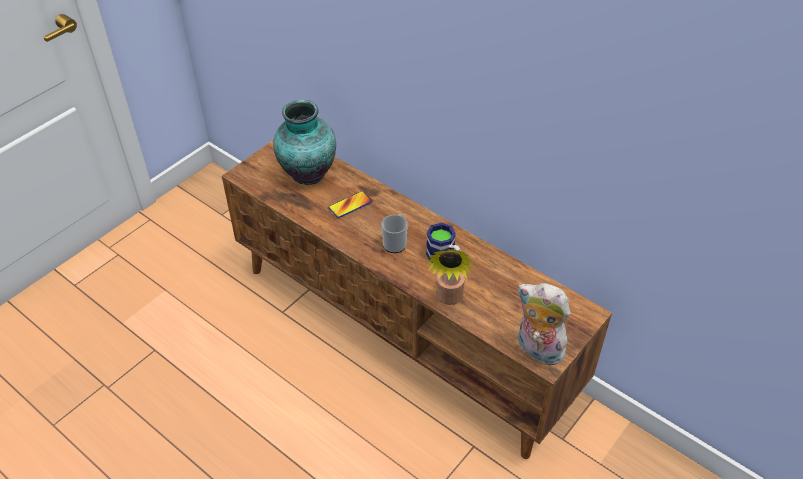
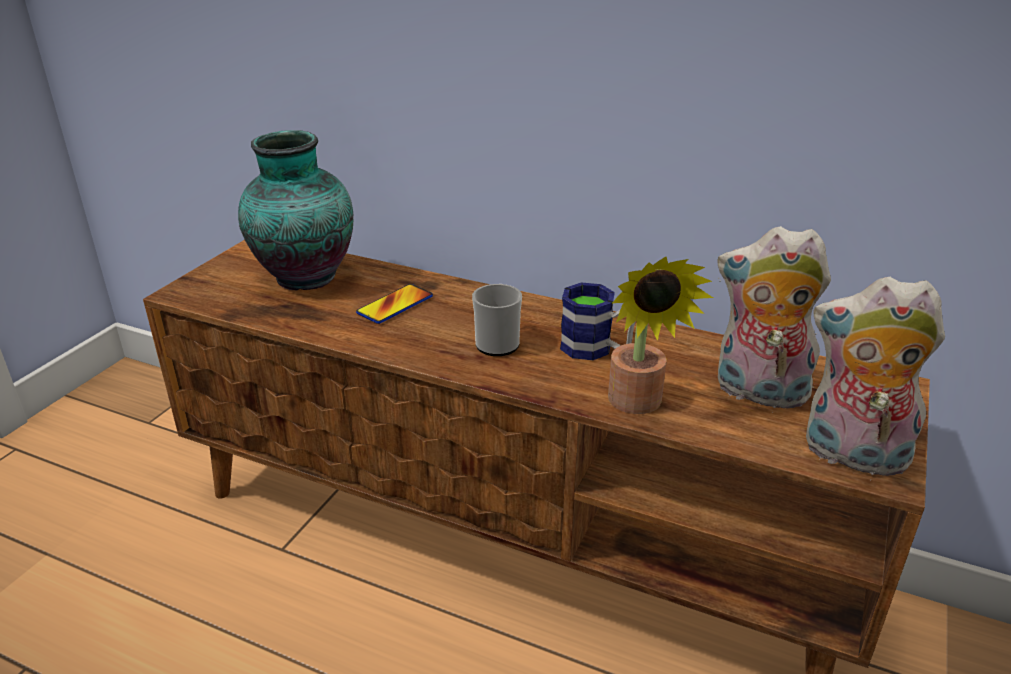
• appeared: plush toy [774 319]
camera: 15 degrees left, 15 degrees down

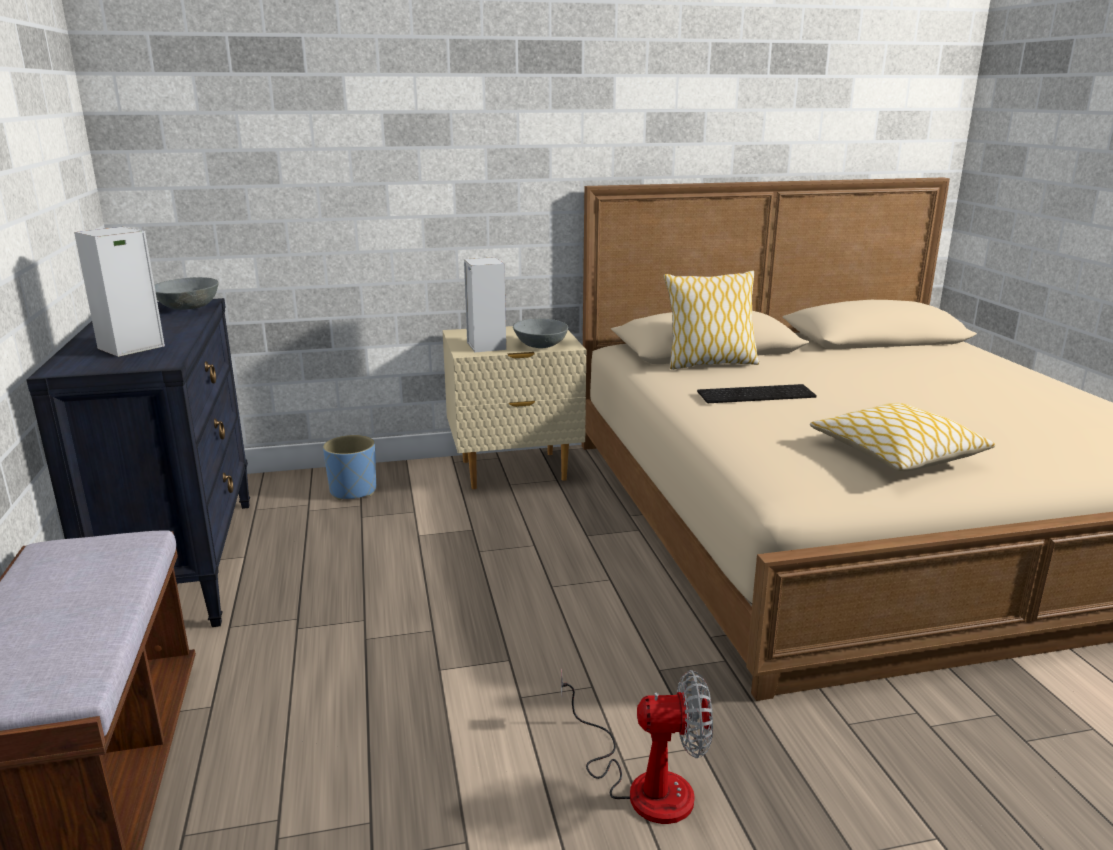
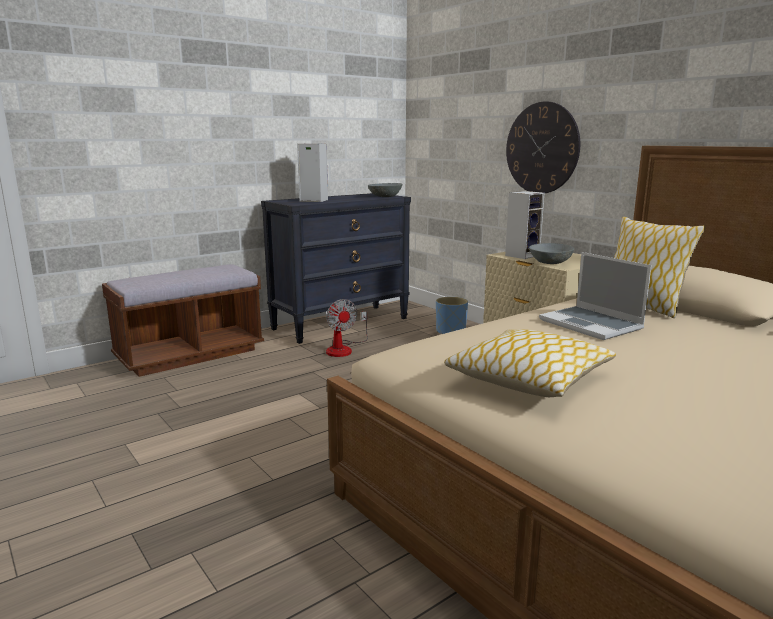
• exchanged: keyboard [757 393] to laptop [595 296]
• relocated: fan [637 746] to [347 328]
• appeared: wall clock [543 147]
camera: 65 degrees right, 5 degrees down

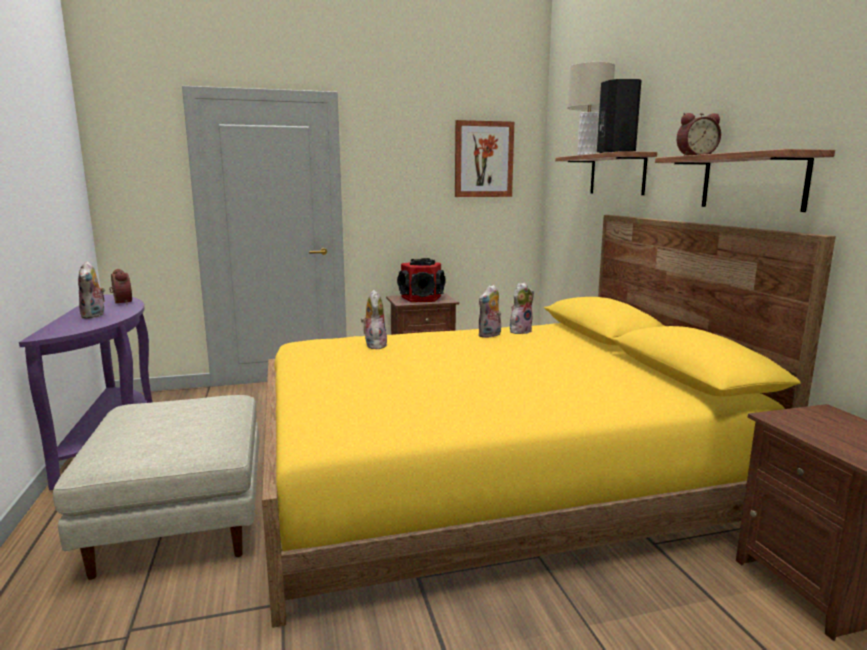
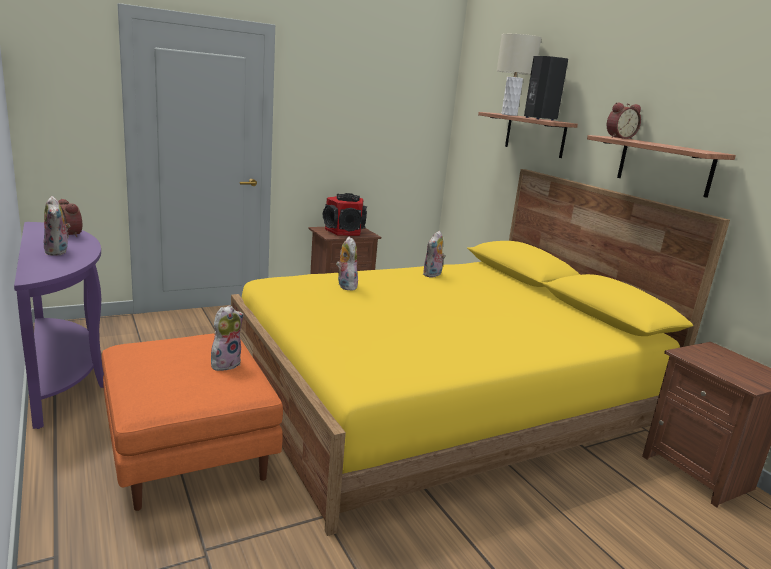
• missing: picture [484 158]
• relocated: plush toy [522 308] to [227 338]
• colour: ottoman (beige) [156 487] to ottoman (orange) [192 422]
camera: 15 degrees left, 5 degrees up

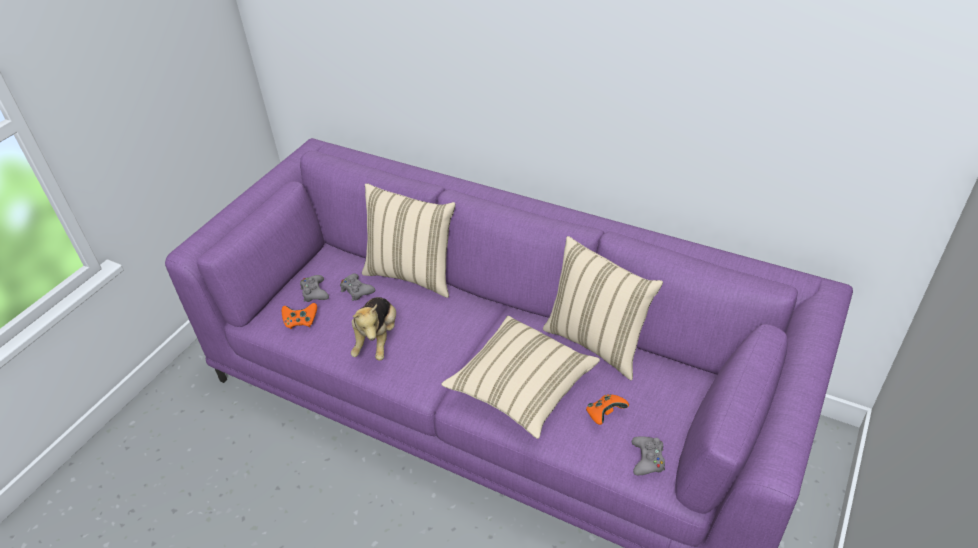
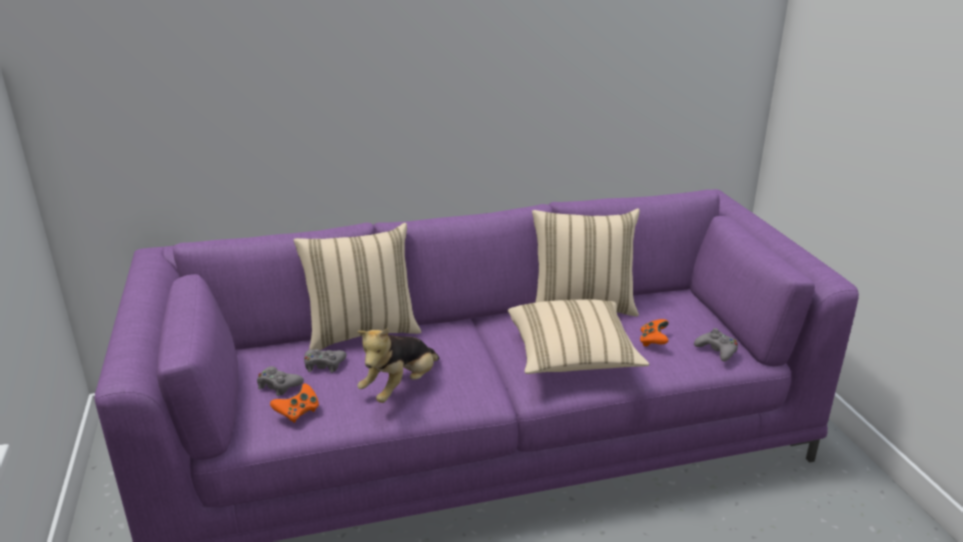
• spun: plush toy [373 329] = [398 365] 75 degrees clockwise
camera: 45 degrees left, 15 degrees down

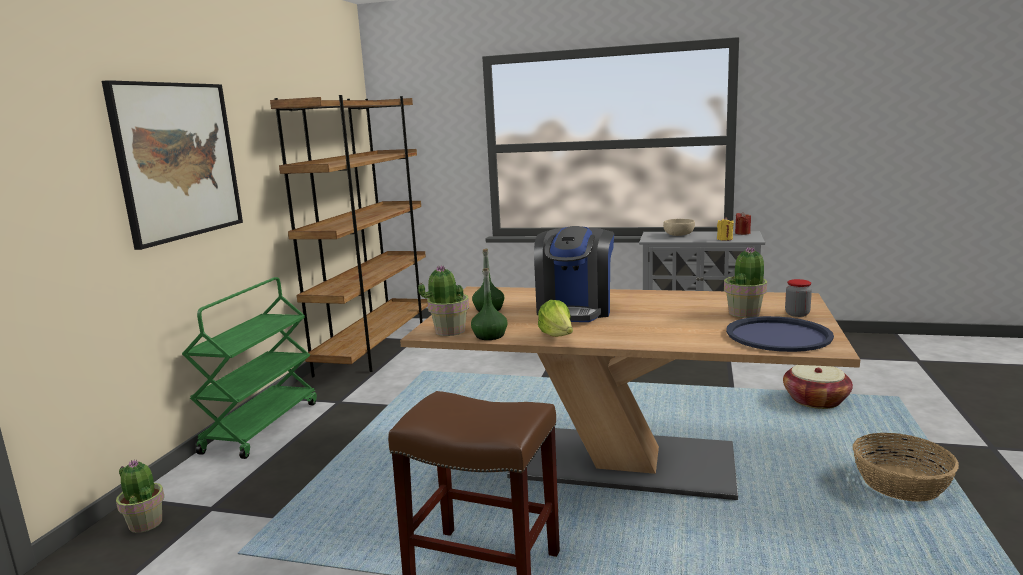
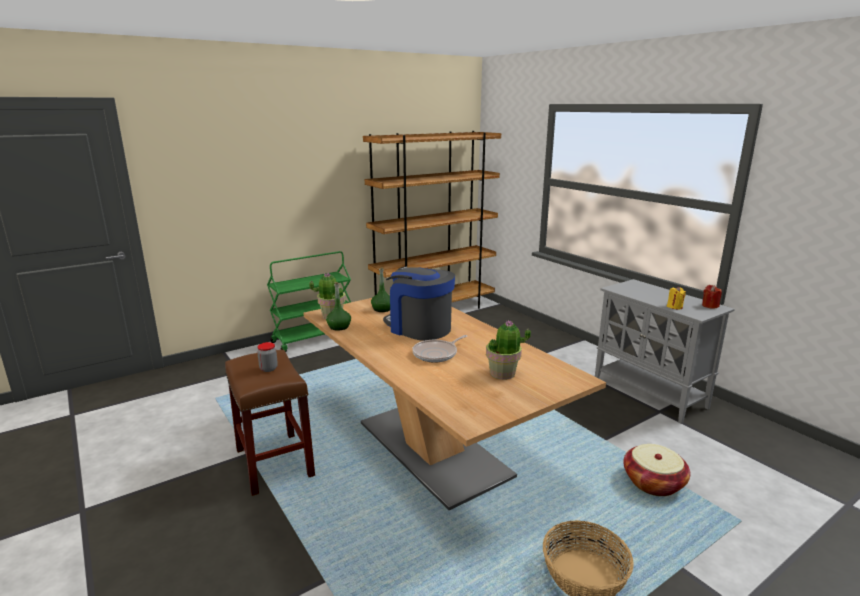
• missing: picture [172 165]
• missing: bowl (beige) [679 227]
• spun: coffee machine [574 274] = [419 304] 75 degrees clockwise
• relocated: jar [798 298] to [267 357]
• missing: lettuce [555 318]
• missing: tray (blue) [780 334]
• missing: potted plant [140 496]
• appeared: frying pan [439 348]
camera: 40 degrees right, 5 degrees up

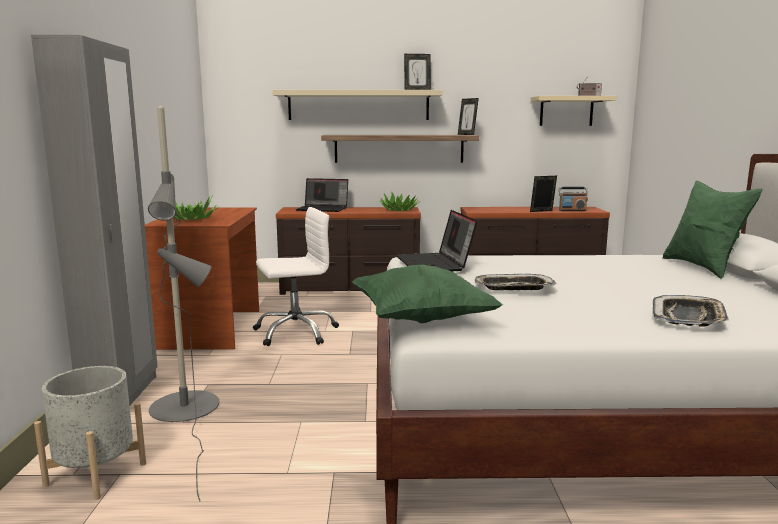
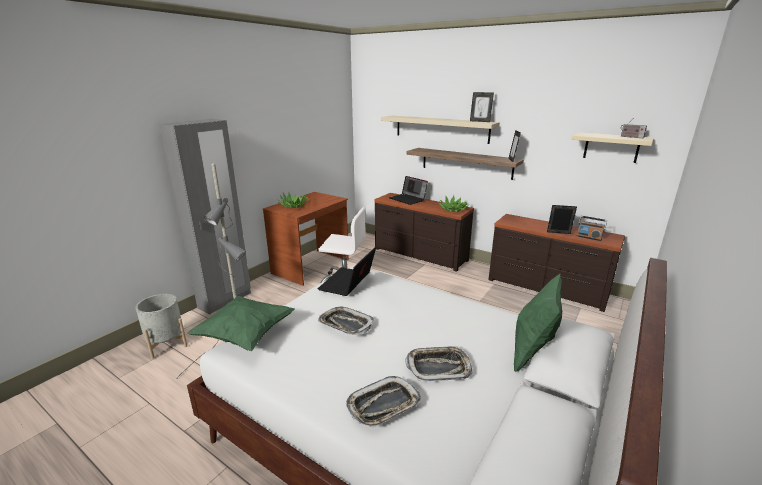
• appeared: tray [438 363]
camera: 35 degrees right, 10 degrees up

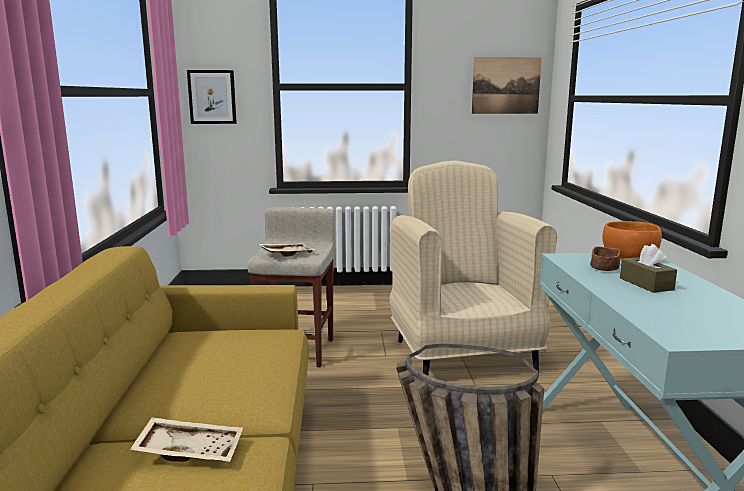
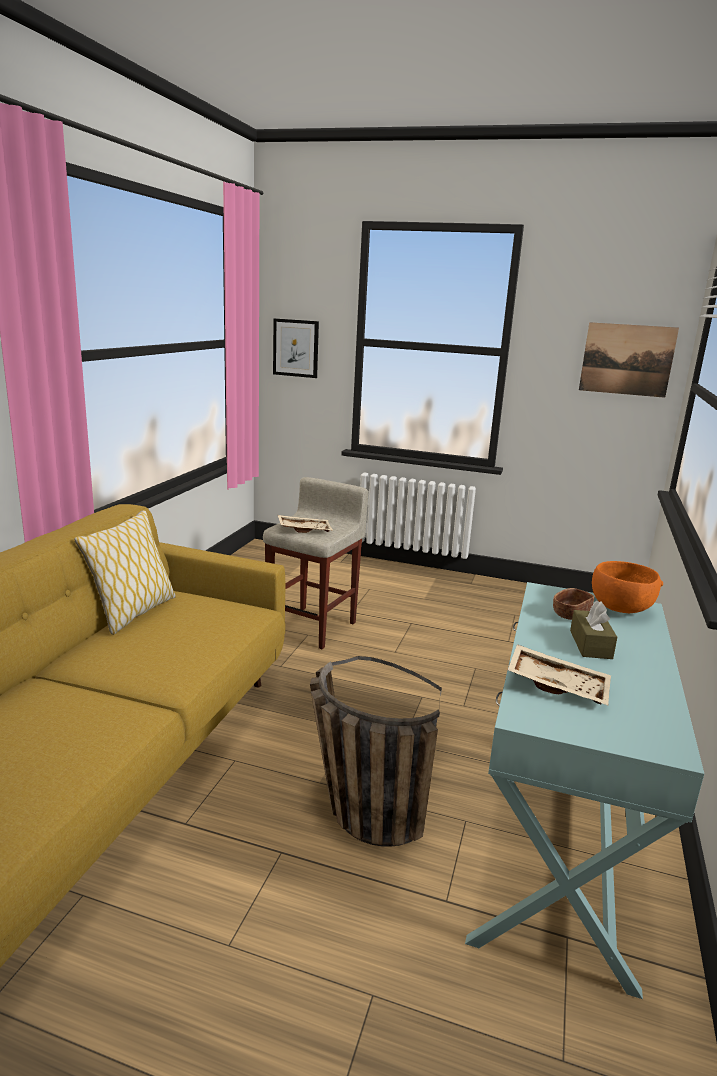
• missing: armchair (beige) [473 268]
• relocated: tray (beige) [186 439] to [559 674]
• appeared: pillow [125 572]
camera: 20 degrees right, 5 degrees up

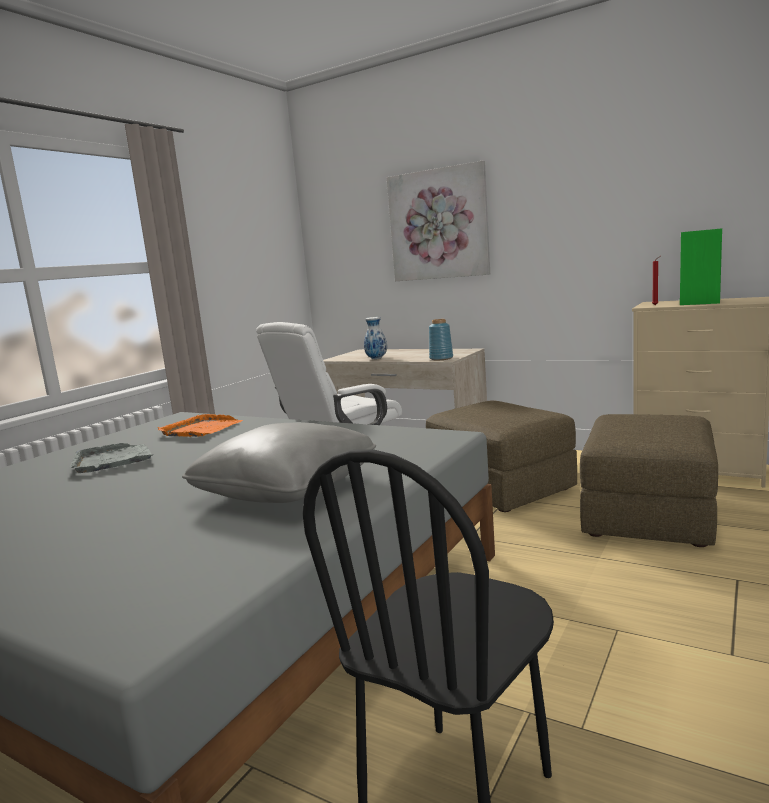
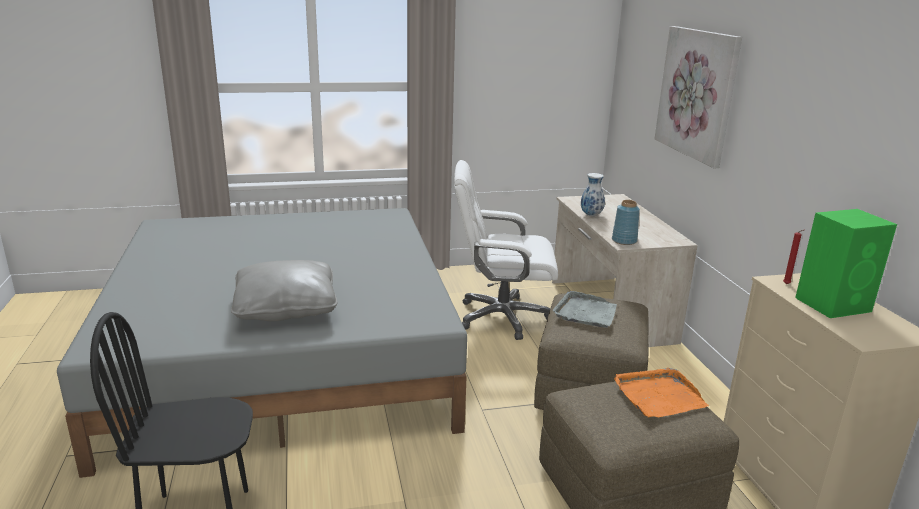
• relocated: tray (orange) [200 425] to [661 393]
• relocated: tray (grey) [111 458] to [585 309]
camera: 45 degrees right, 10 degrees up

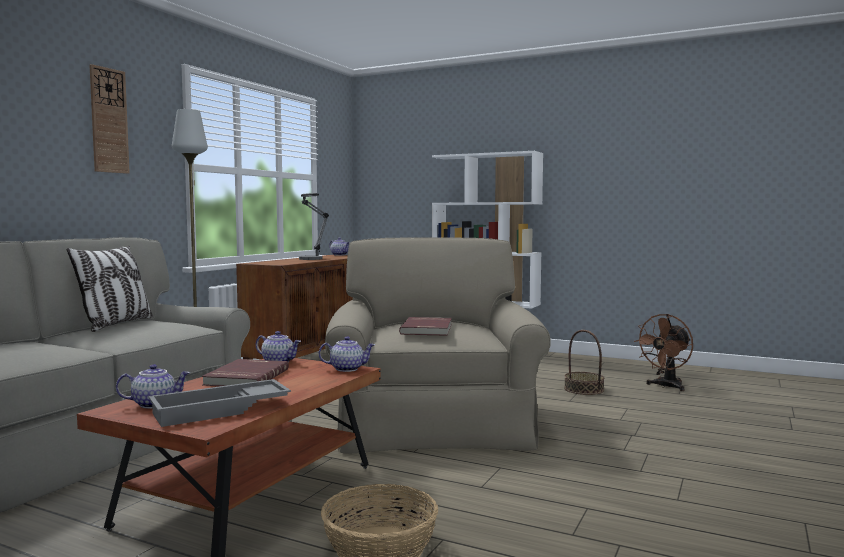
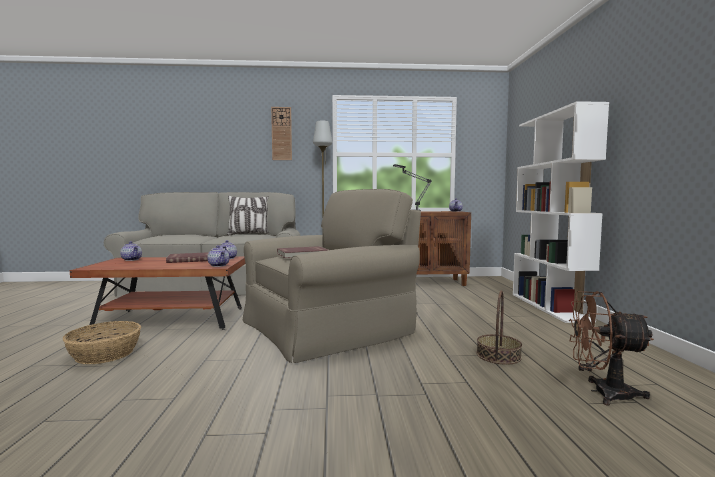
• missing: tray (grey) [219 403]
camera: 60 degrees right, 0 degrees up

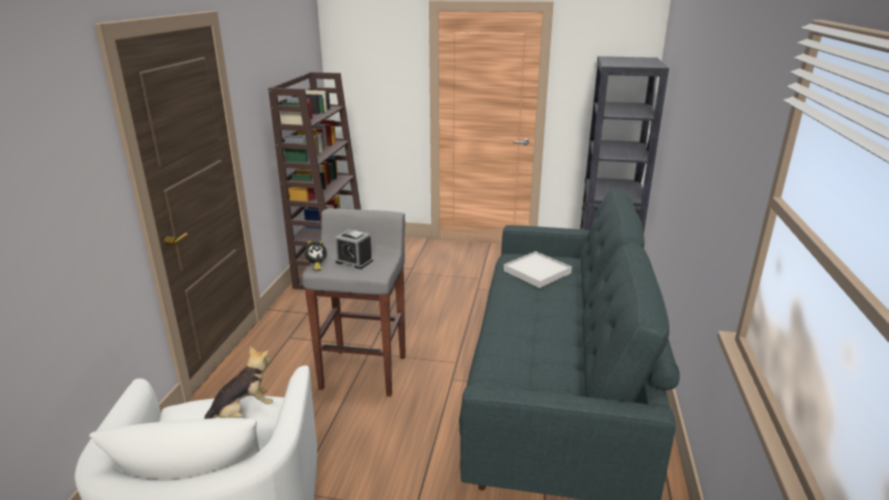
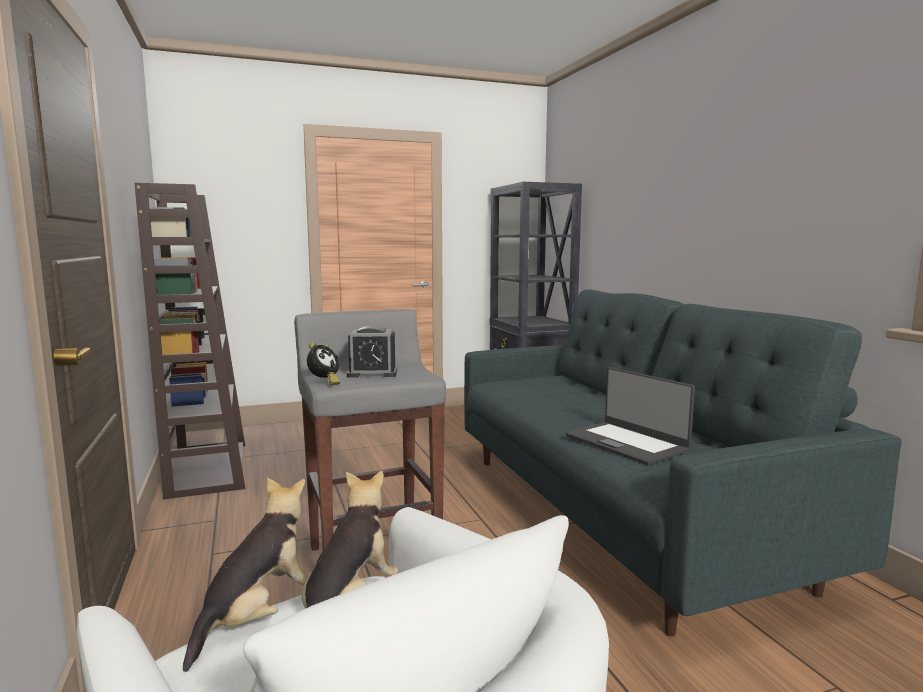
• missing: tray (white) [538 269]
• appeared: laptop [630 416]
• appeared: plush toy [245 575]
camera: 30 degrees left, 15 degrees down

